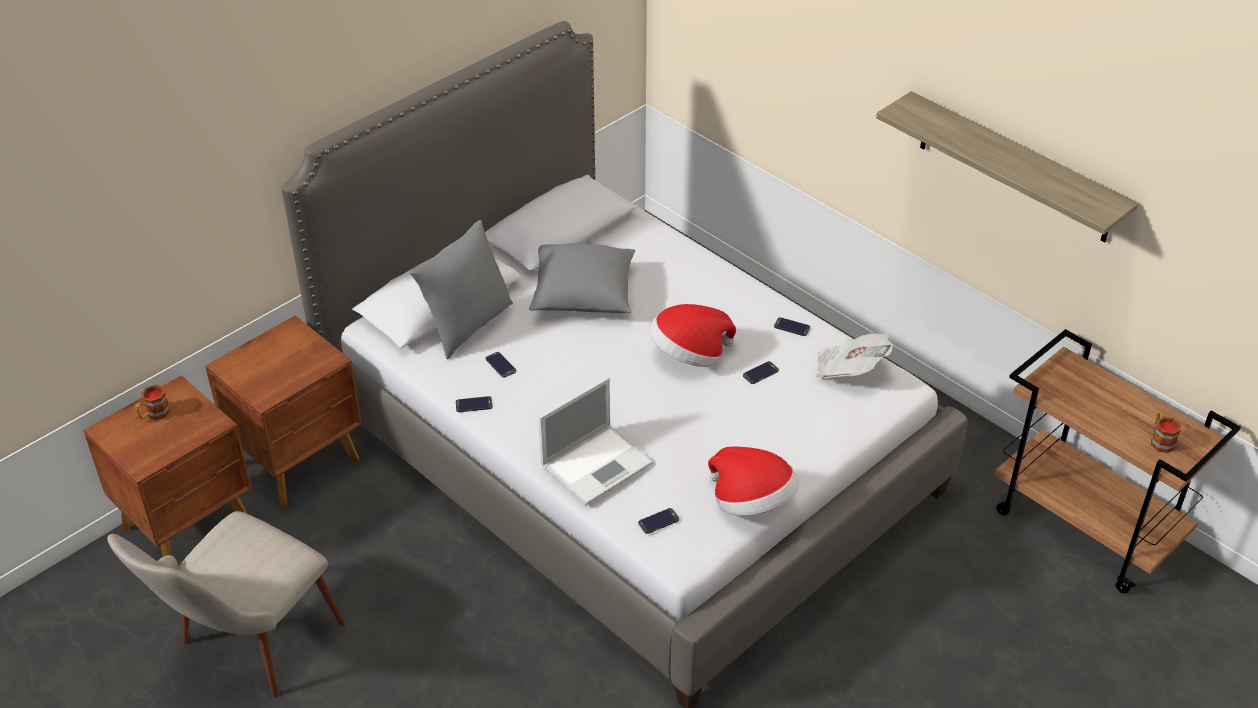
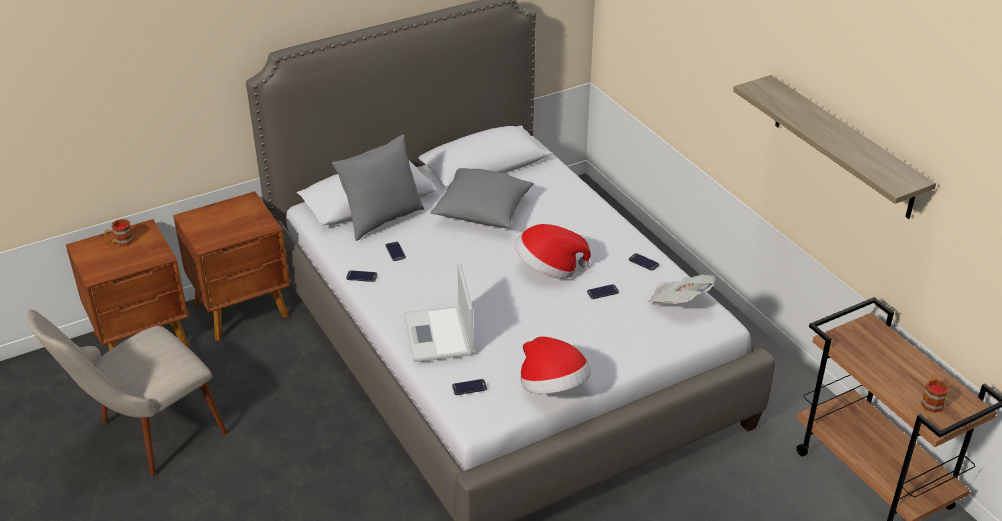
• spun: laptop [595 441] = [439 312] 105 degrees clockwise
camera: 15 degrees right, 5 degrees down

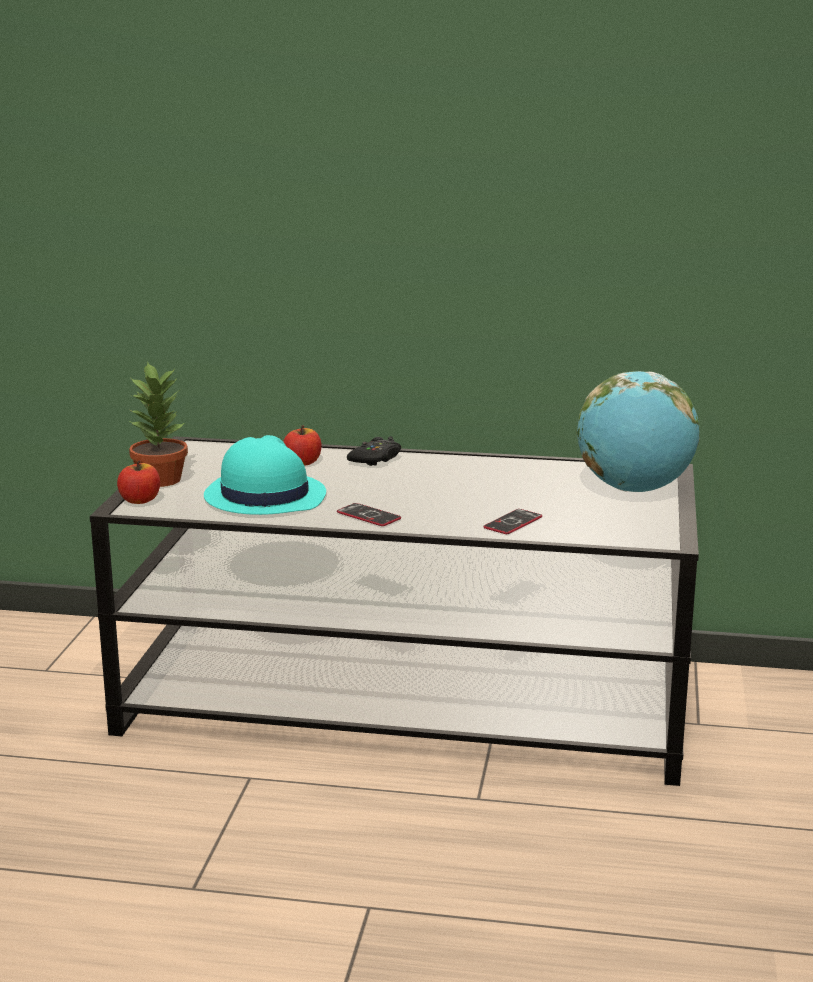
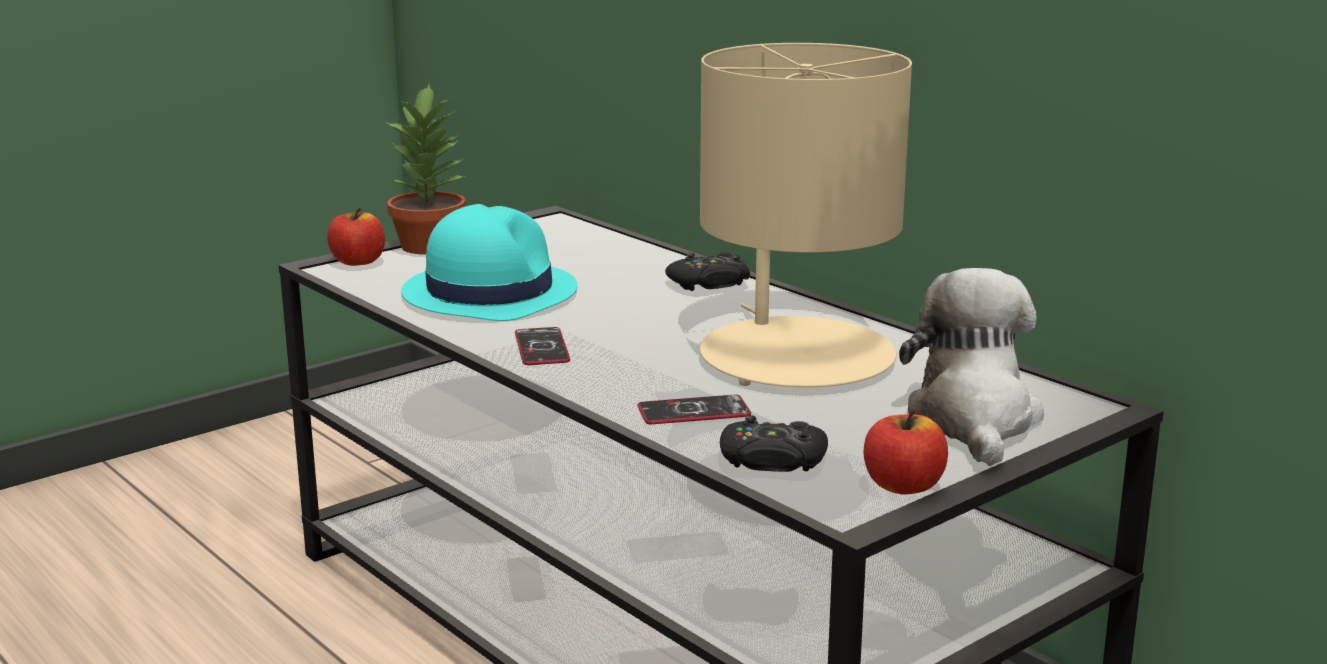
• exchanged: globe [638 431] to plush toy [971 367]
• relocated: apple [302 446] to [906 451]
• appeared: table lamp (beige) [806 215]
• appeared: game controller (black) [774 443]
camera: 40 degrees right, 0 degrees up

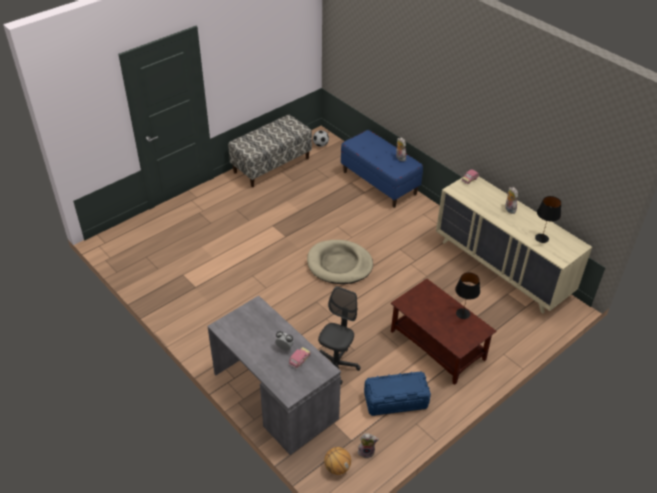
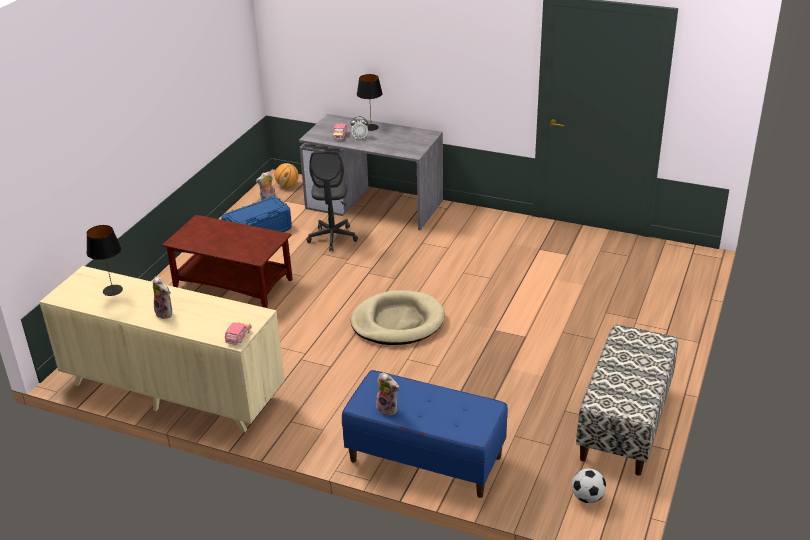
• relocated: table lamp (black) [467 295] to [370 102]
camera: 155 degrees right, 10 degrees down

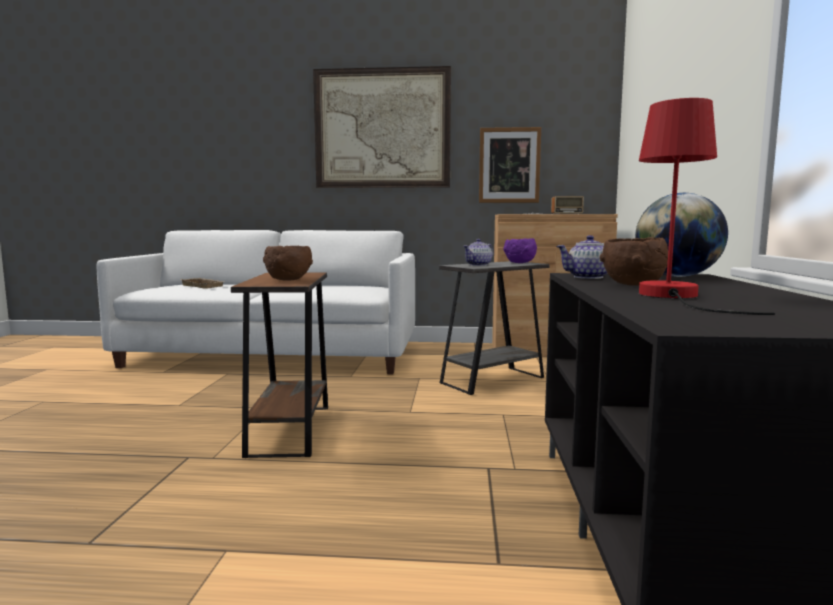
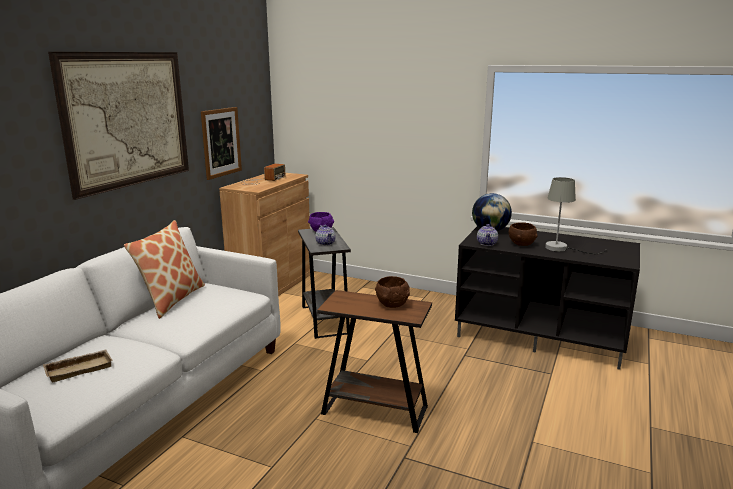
• colour: table lamp (red) [707 206] to table lamp (grey) [575 215]
• appeared: pillow [164 269]
camera: 70 degrees left, 10 degrees up

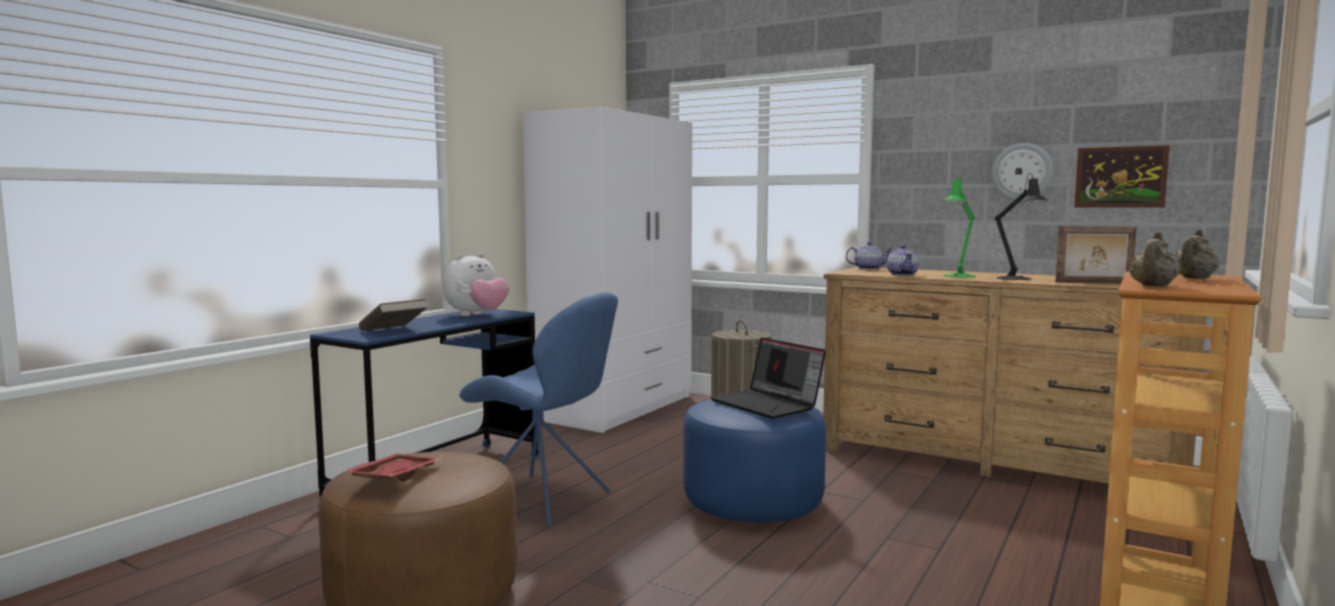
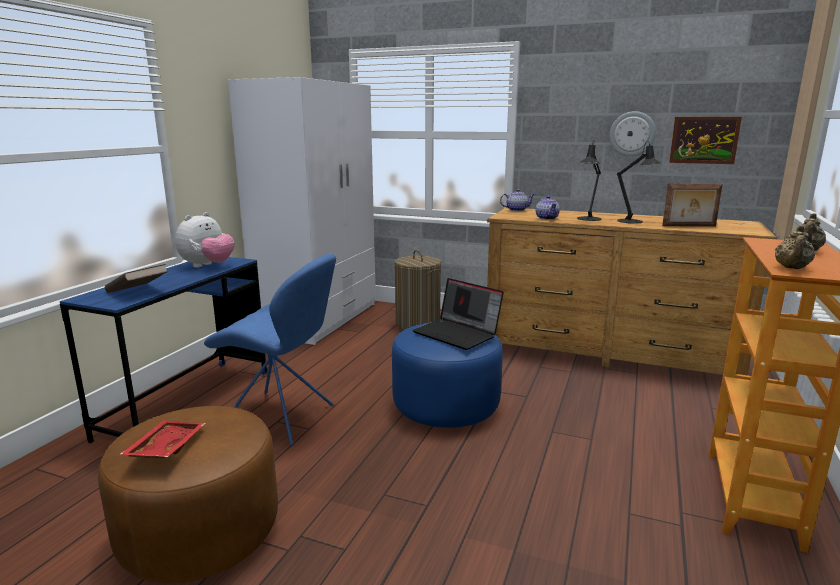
• colour: table lamp (green) [959 225] to table lamp (black) [589 180]
camera: 10 degrees left, 10 degrees up

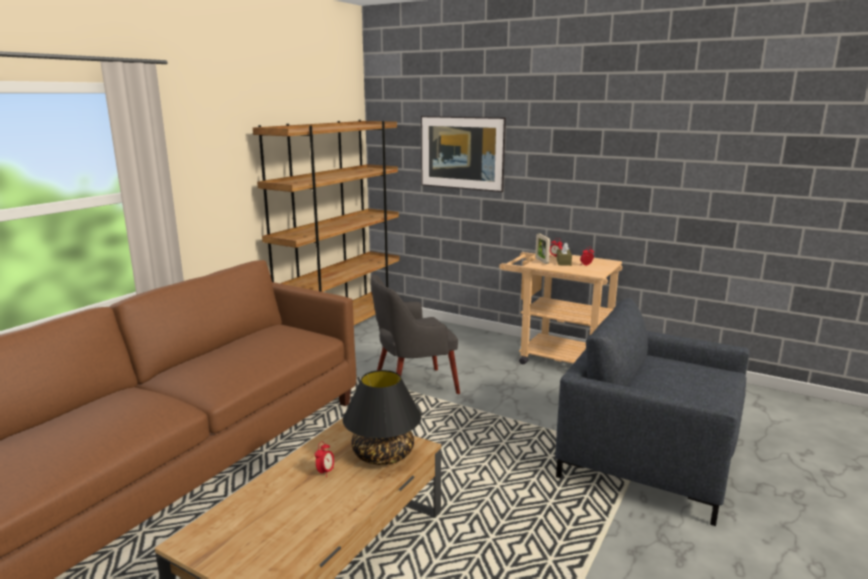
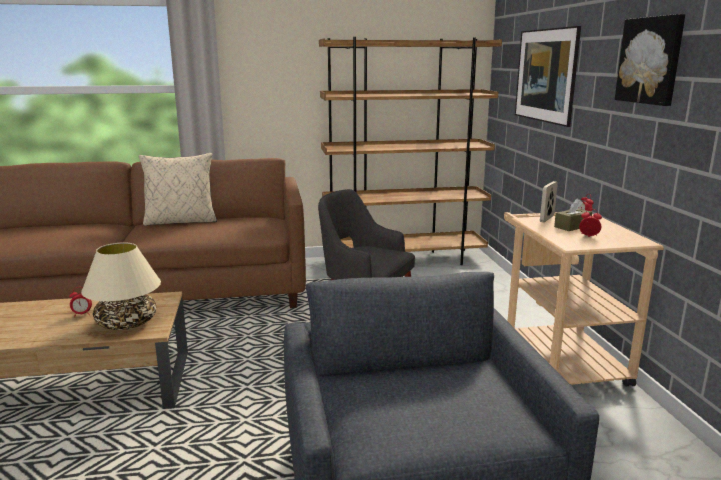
• colour: table lamp (black) [382 417] to table lamp (beige) [121 286]
• appeared: picture [650 60]
• appeared: pillow (beige) [178 189]
camera: 50 degrees right, 0 degrees up

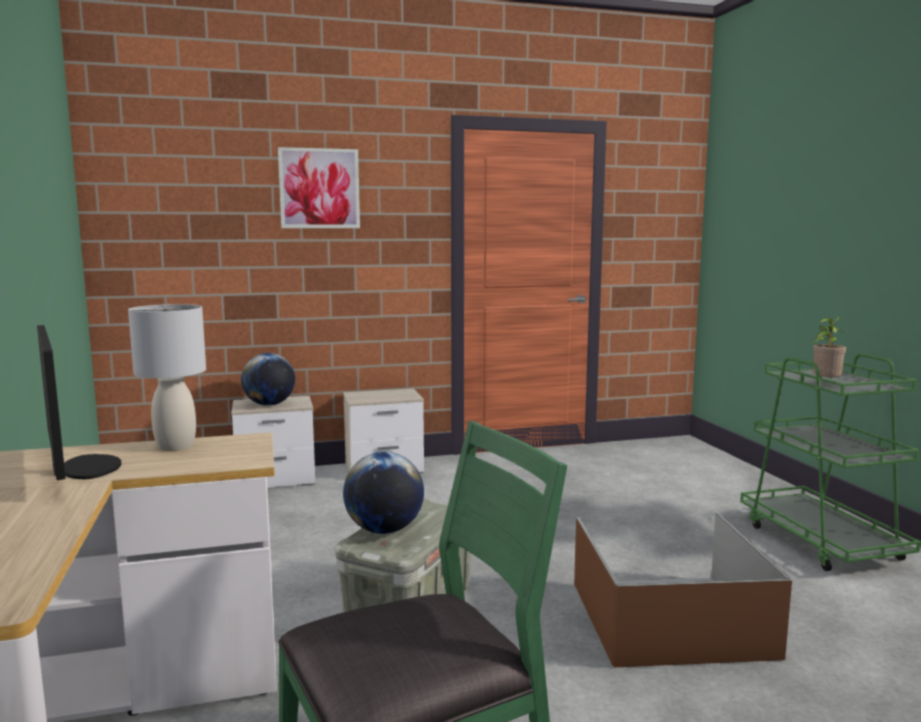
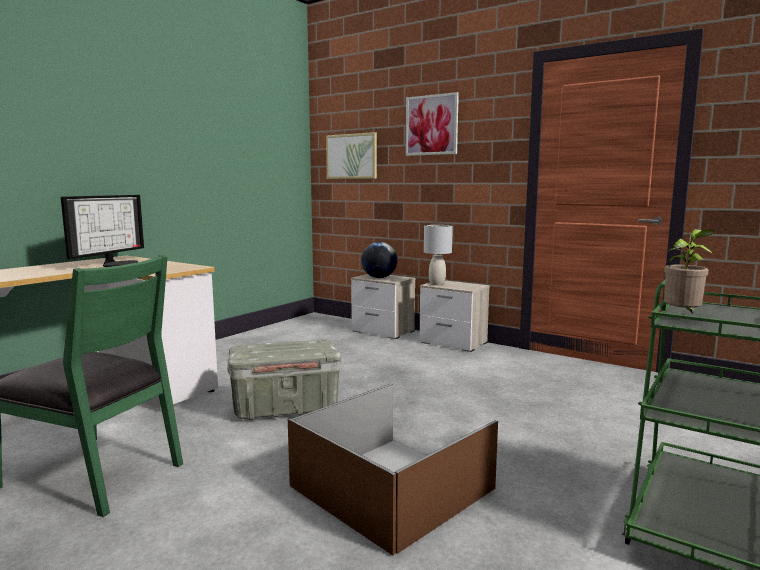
• relocated: table lamp (grey) [167 377] to [438 255]
• missing: globe [383 493]
• appeared: picture [351 155]
camera: 50 degrees right, 0 degrees up

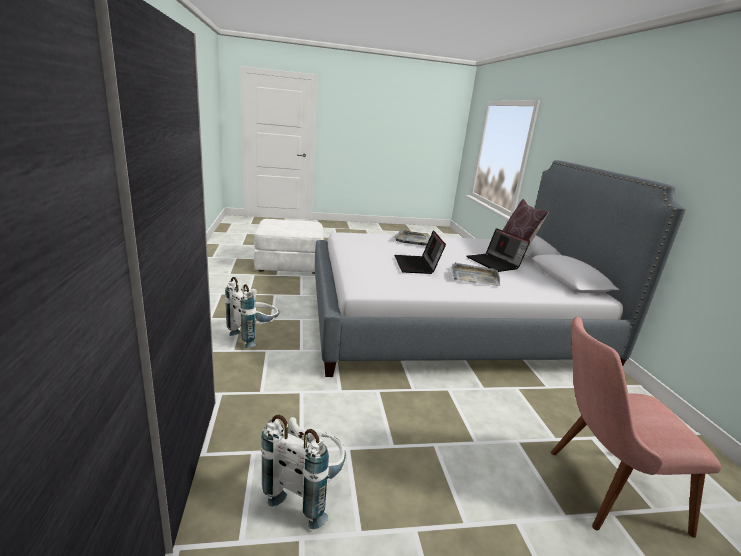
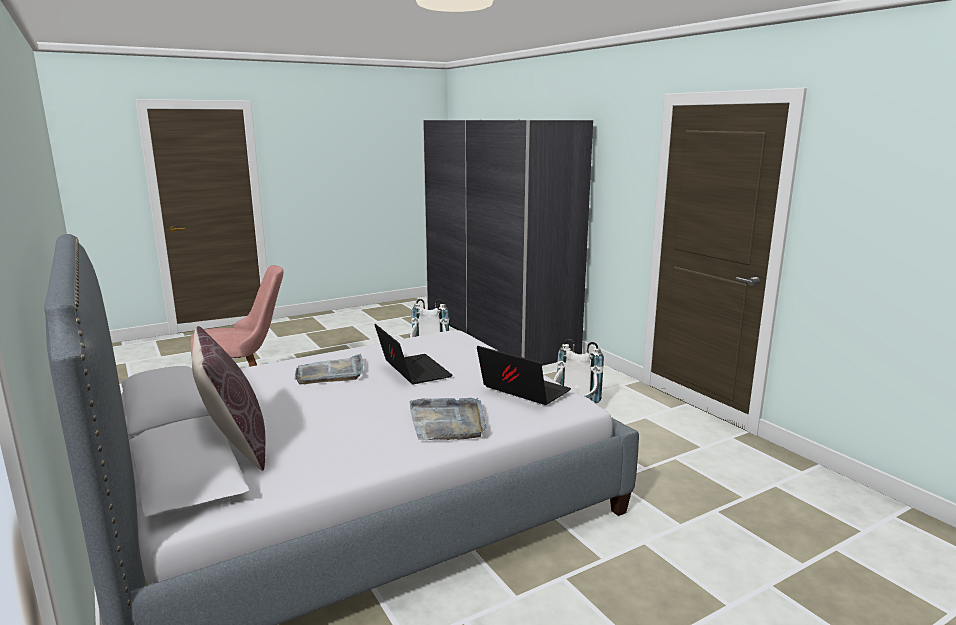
• missing: ottoman (white) [288 246]
• relocated: laptop [498 250] to [524 375]
camera: 160 degrees right, 5 degrees down

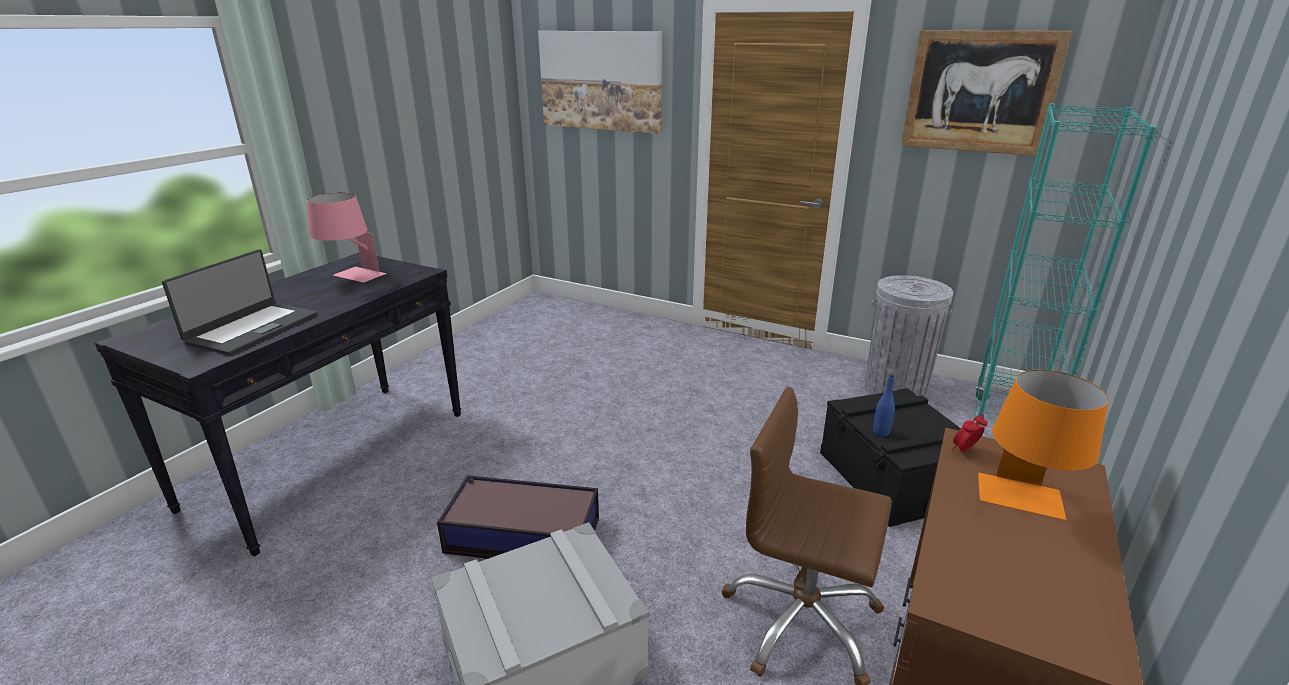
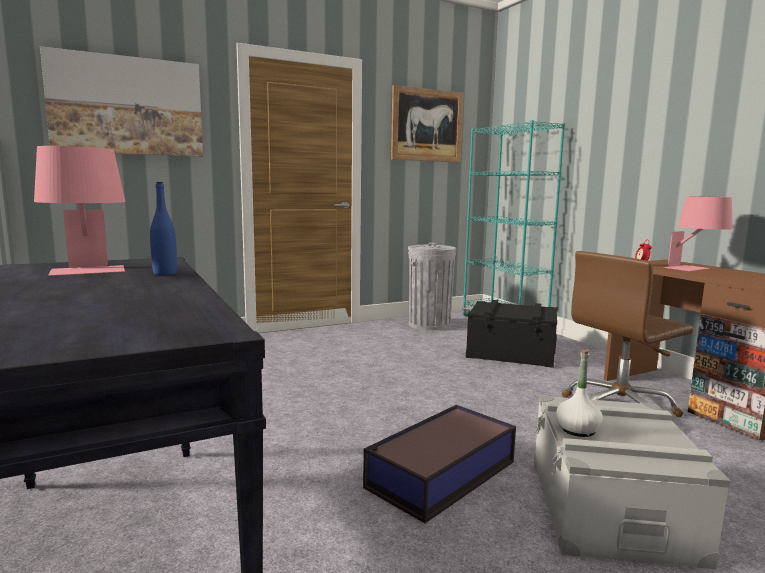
• missing: laptop [239 302]
• colour: table lamp (orange) [1043 445] to table lamp (pink) [698 233]
• relocated: bottle (blue) [884 405] to [163 228]
• appeared: bottle (white) [579 393]
camera: 55 degrees left, 15 degrees down

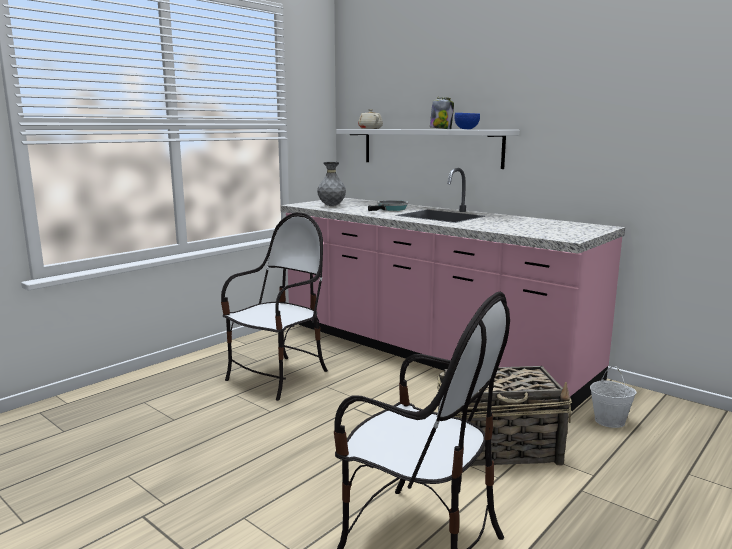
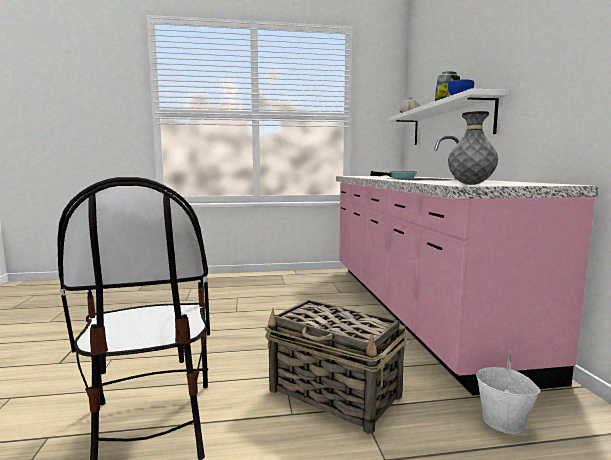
• relocated: vase (grey) [331 184] to [473 148]
• missing: chair [274 306]
camera: 40 degrees right, 5 degrees down

